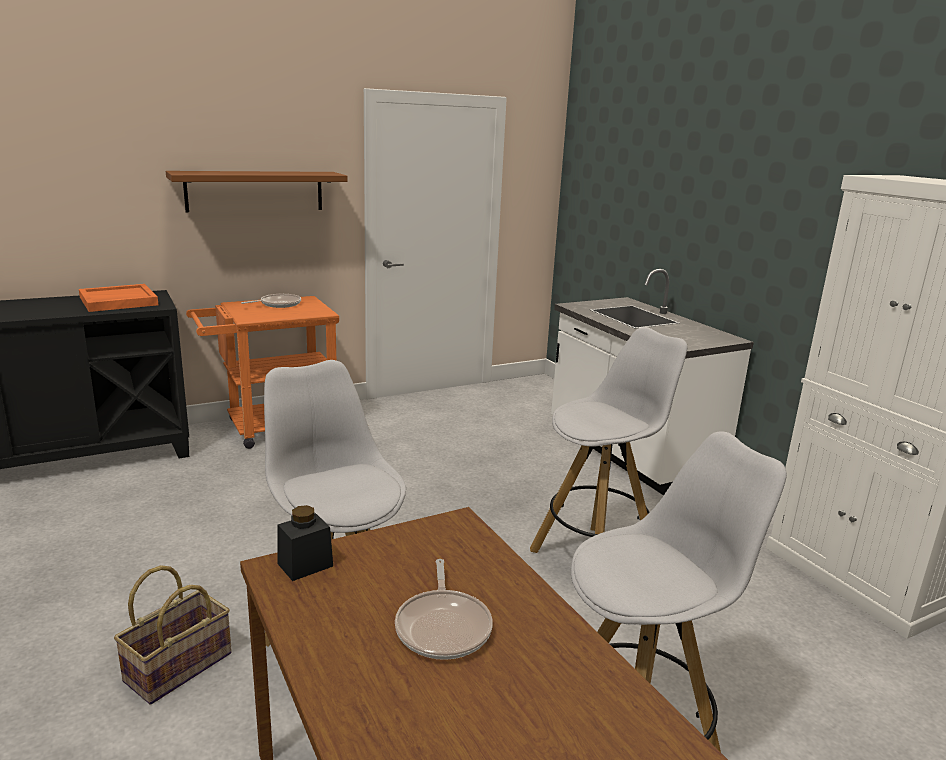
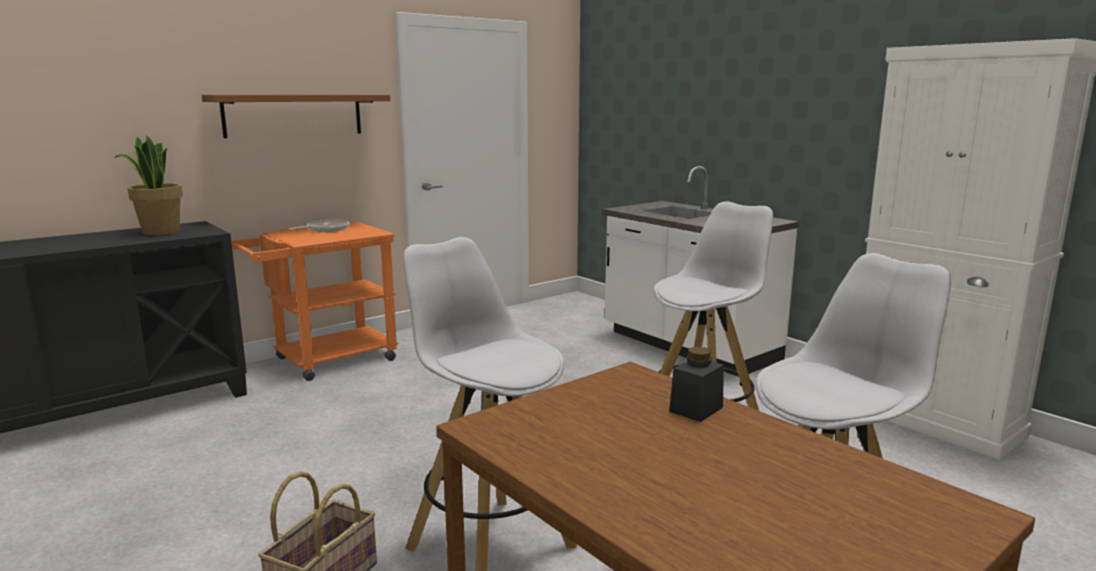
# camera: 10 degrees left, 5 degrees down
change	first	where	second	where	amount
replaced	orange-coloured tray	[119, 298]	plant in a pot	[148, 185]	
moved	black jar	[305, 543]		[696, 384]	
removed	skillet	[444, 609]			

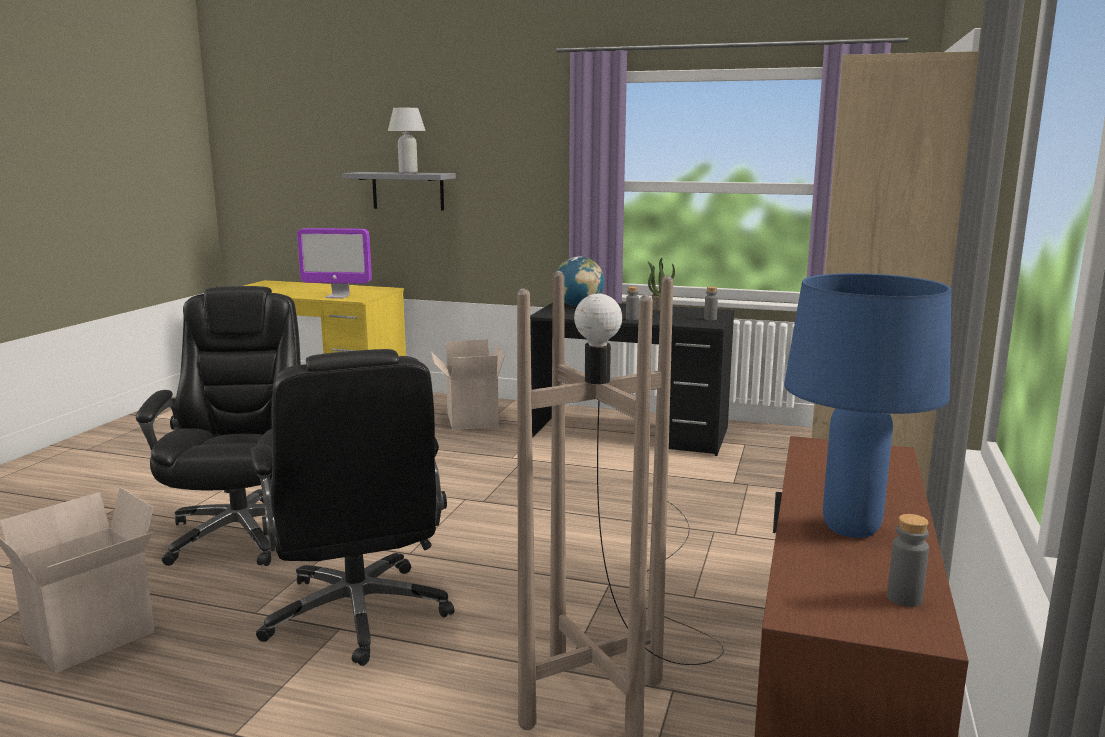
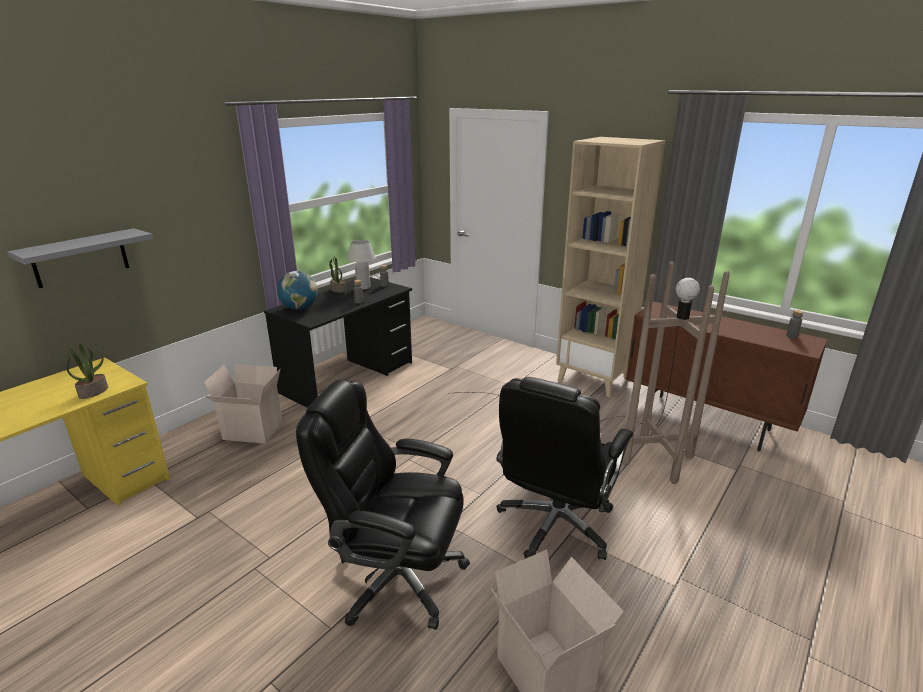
# camera: 70 degrees left, 10 degrees up
change	first	where	second	where	amount
turned	black computer chair	[352, 507]		[565, 468]	120 degrees clockwise
replaced	computer screen	[334, 263]	plant in a pot	[87, 371]	
moved	whitish table lamp	[407, 140]		[361, 265]	
removed	bluish table lamp	[867, 405]			

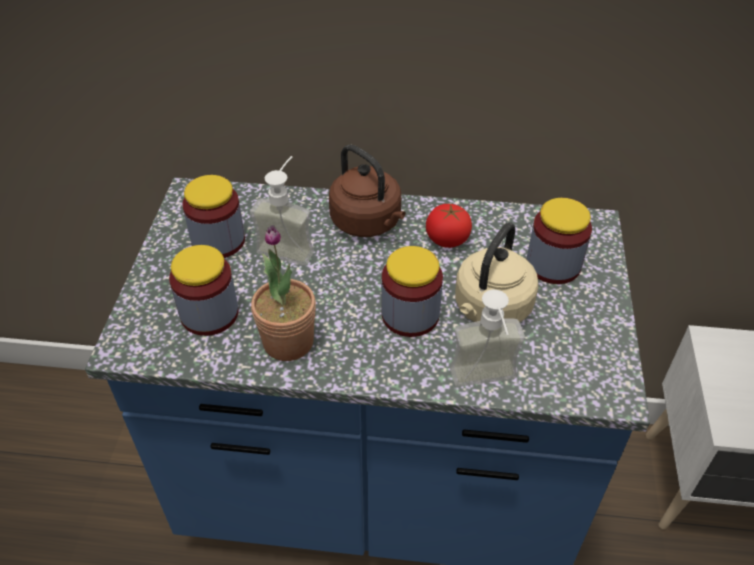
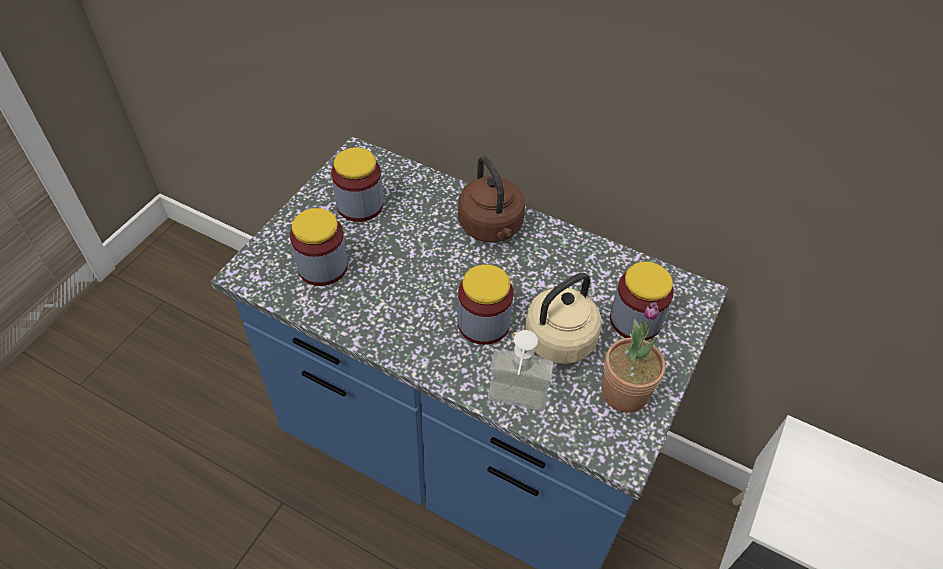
# camera: 20 degrees right, 5 degrees up
change	first	where	second	where	amount
removed	soap dispenser	[282, 211]			
moved	plant in a pot	[283, 293]		[633, 357]	
removed	fresh tomato	[449, 225]			

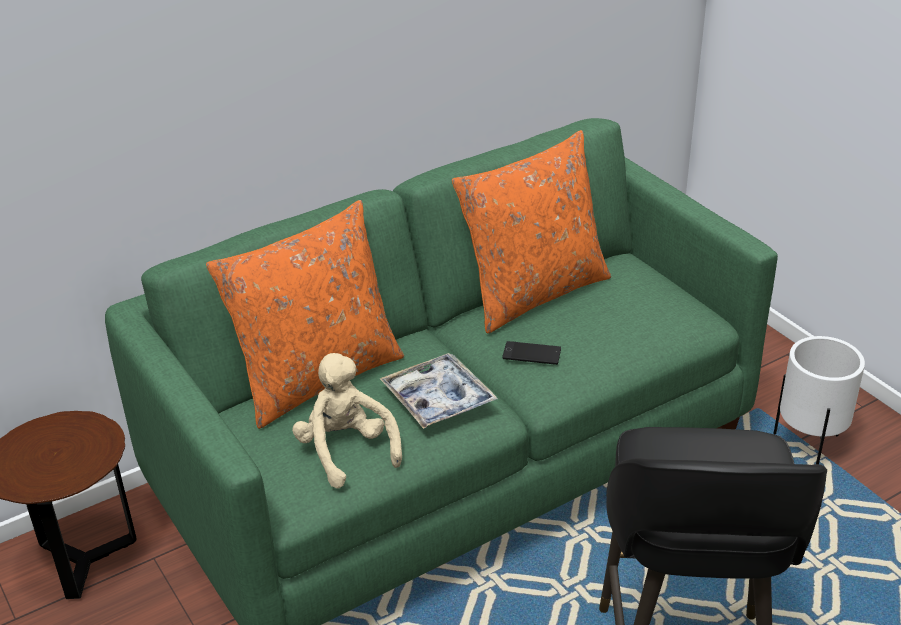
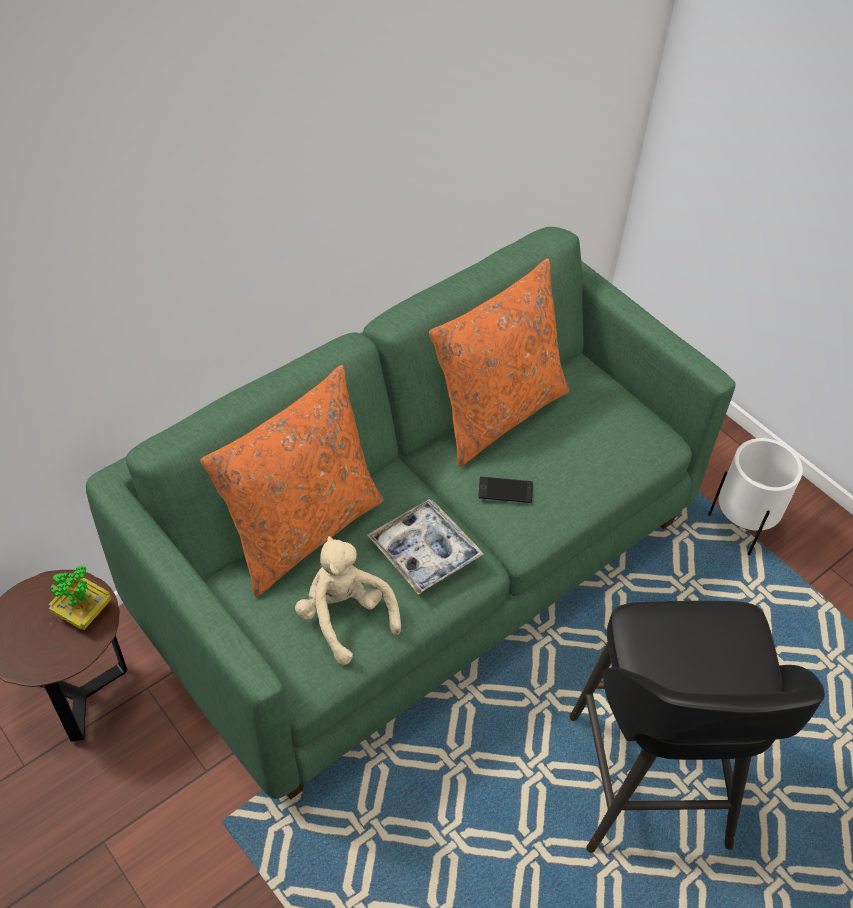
# camera: 10 degrees left, 15 degrees up
change	first	where	second	where	amount
added			plant in a pot	[79, 597]	

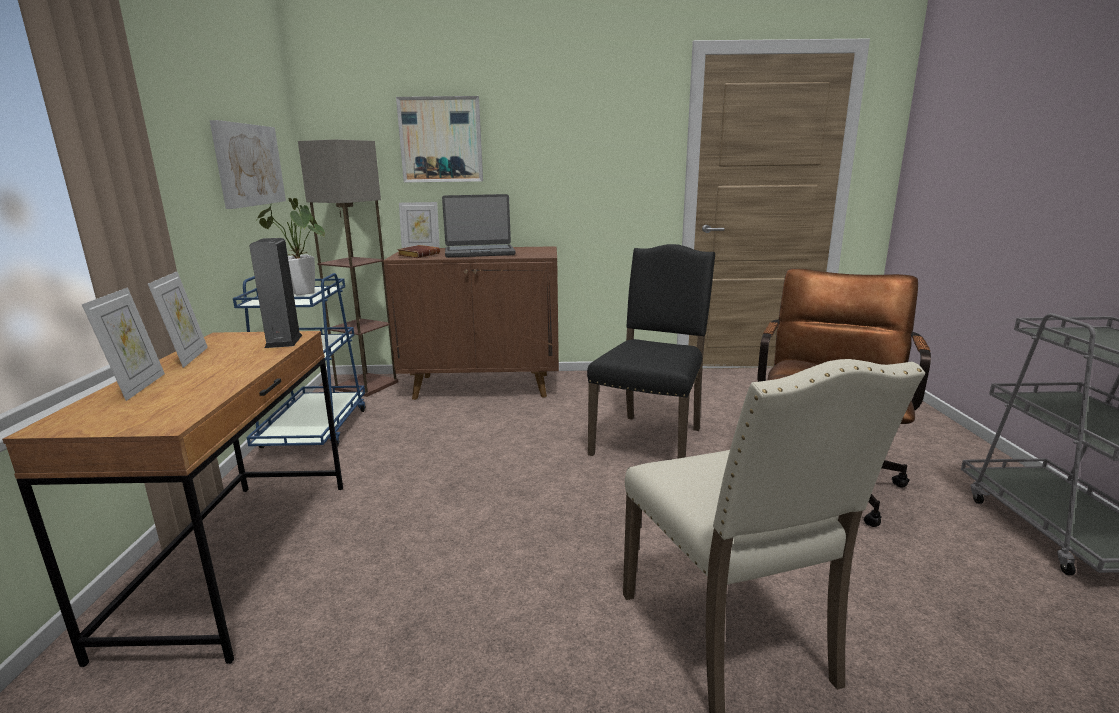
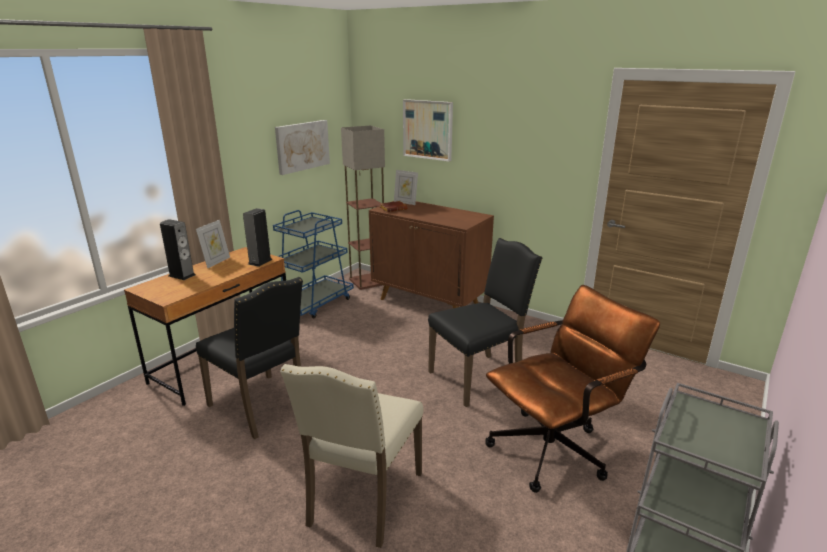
# camera: 35 degrees right, 5 degrees up
change	first	where	second	where	amount
replaced	picture frame	[123, 344]	speaker	[177, 249]	
removed	plant in a pot	[290, 247]			
removed	notebook computer	[479, 226]			
added			black upright chair	[249, 358]	

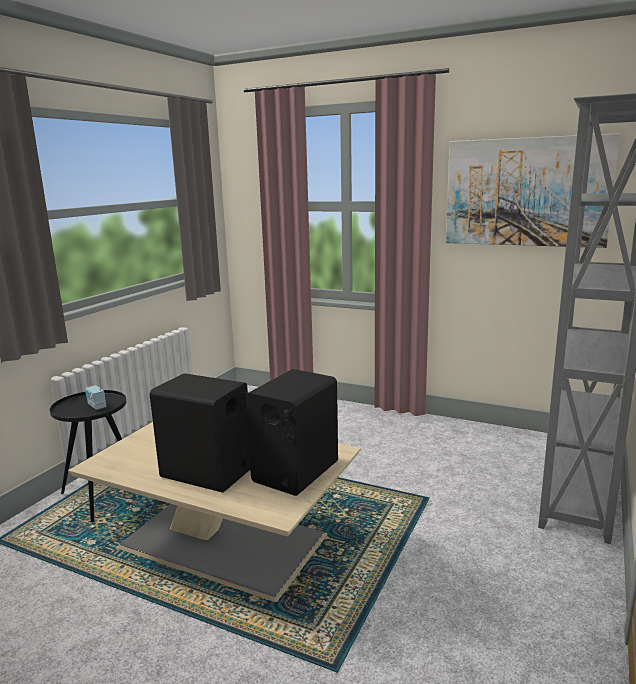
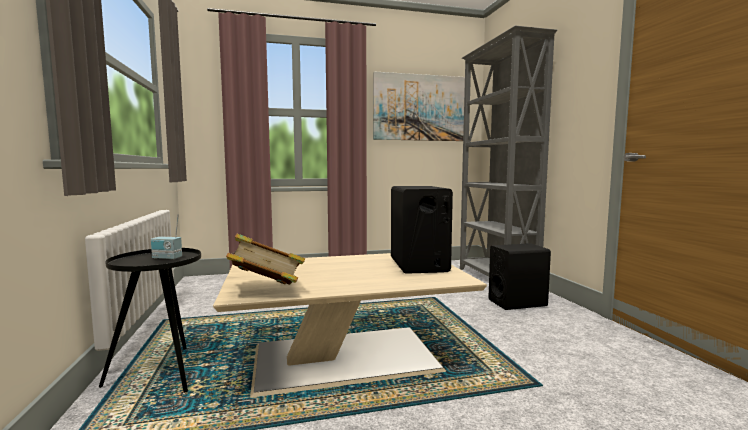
# camera: 40 degrees left, 10 degrees down
change	first	where	second	where	amount
moved	black speaker	[200, 433]		[520, 276]	
added			bound book	[265, 259]	

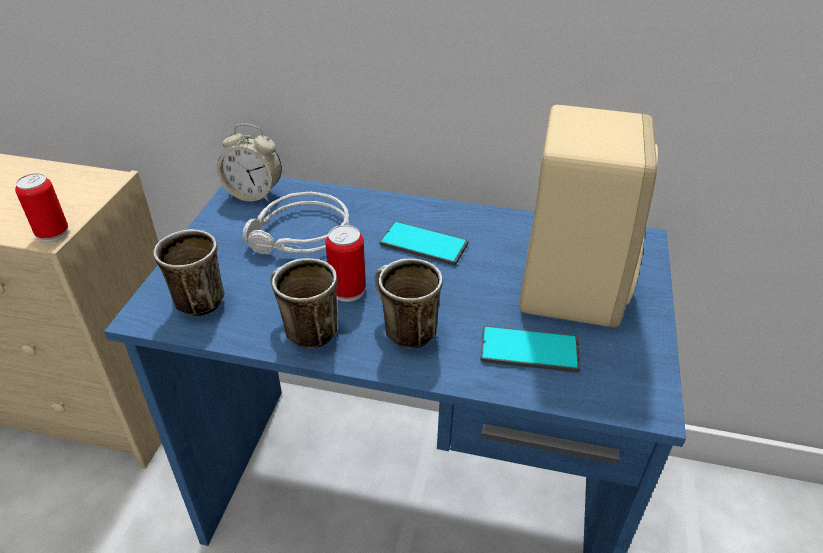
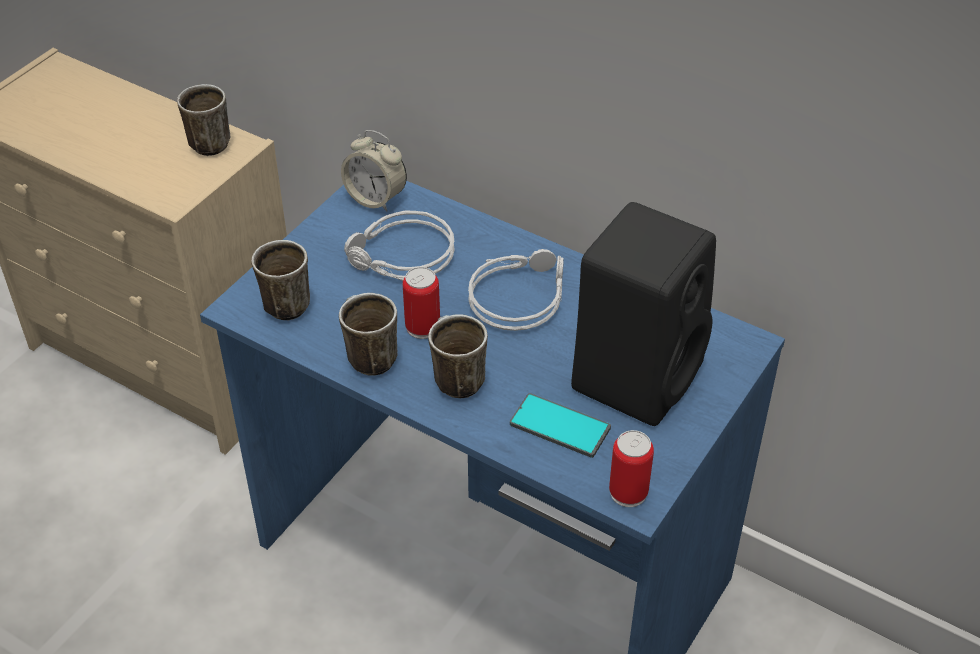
# camera: 20 degrees right, 5 degrees up
change	first	where	second	where	amount
moved	sealed can	[42, 207]		[631, 468]	
replaced	phone	[424, 243]	grey headset	[516, 290]	
recoloured	beige speaker	[588, 216]	black speaker	[643, 314]	
added			mug	[203, 120]	

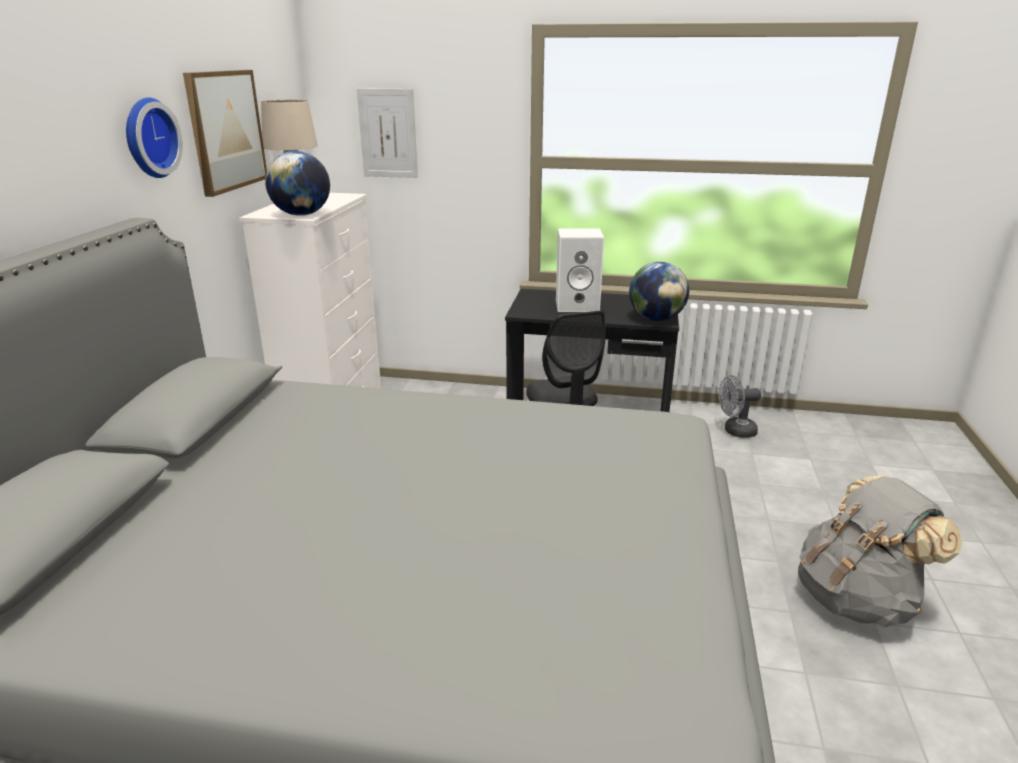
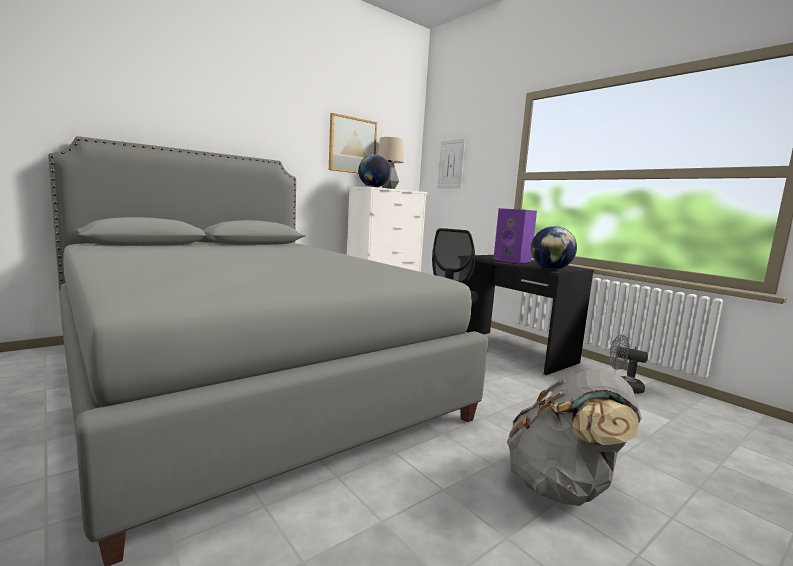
# camera: 40 degrees right, 15 degrees down
change	first	where	second	where	amount
removed	hanging clock	[154, 138]			
recoloured	whitish speaker	[580, 270]	purple-coloured speaker	[515, 235]	

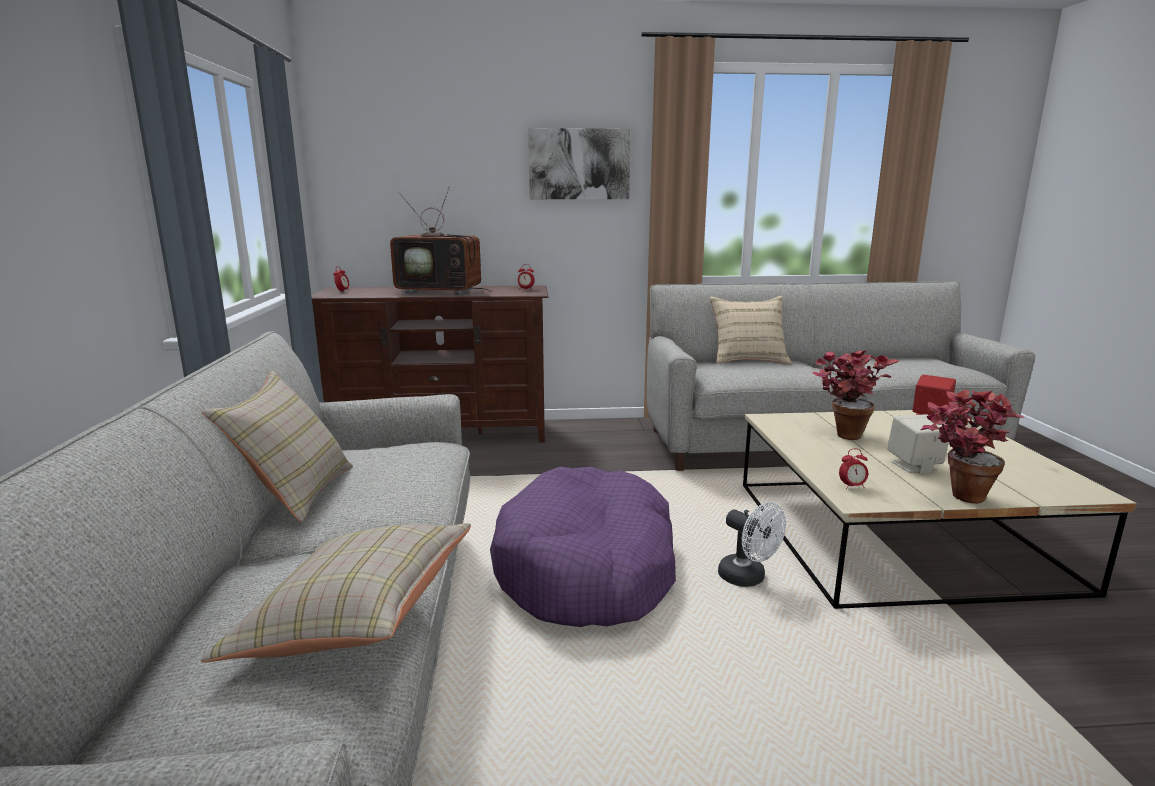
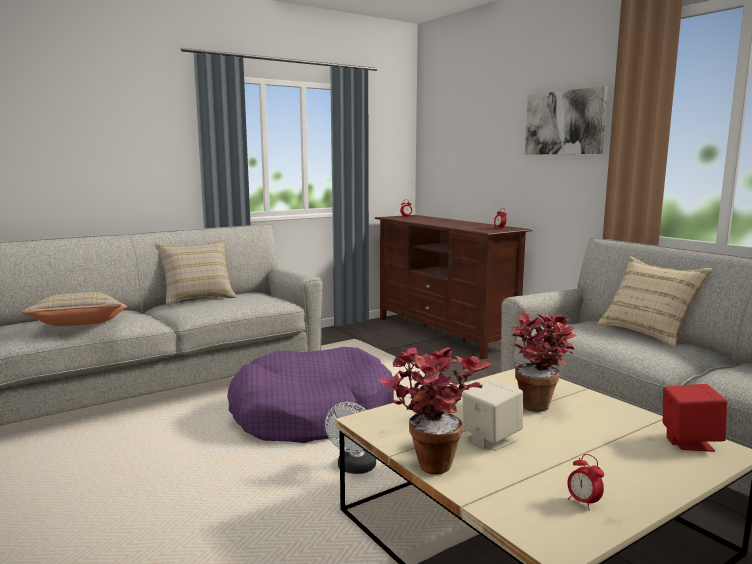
# camera: 60 degrees right, 5 degrees down
change	first	where	second	where	amount
removed	television	[441, 240]			
moved	table clock	[853, 468]		[585, 482]	

